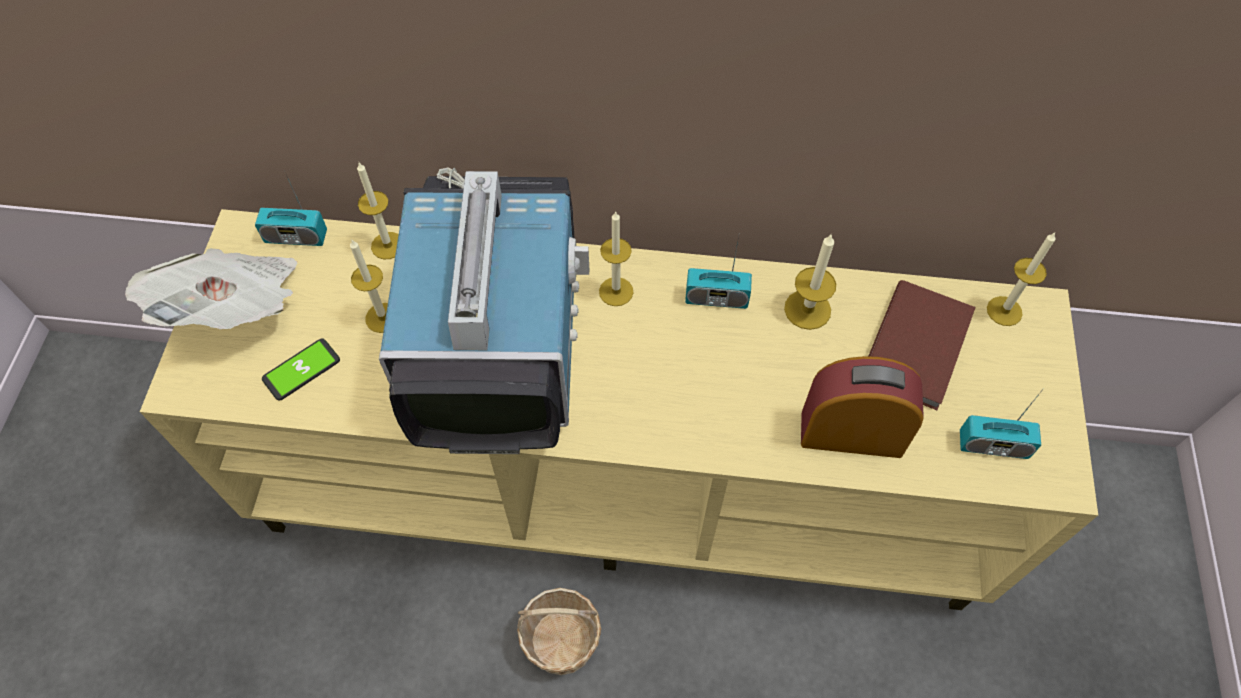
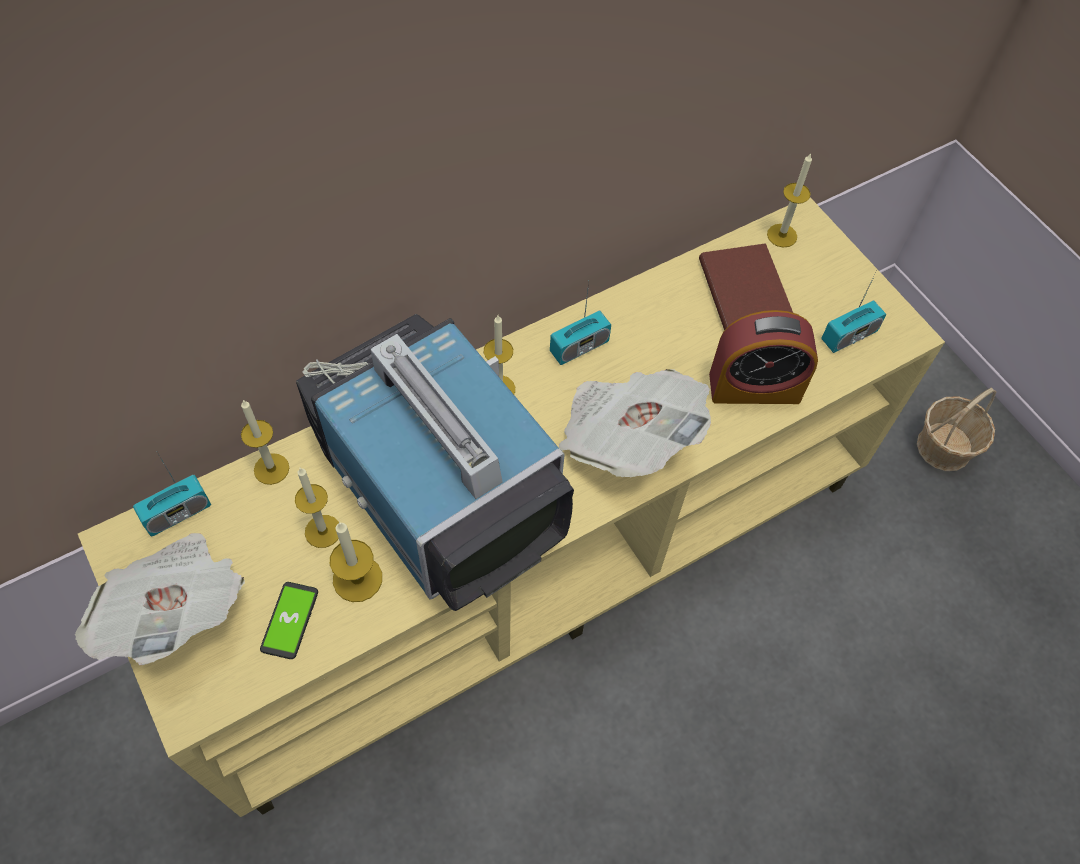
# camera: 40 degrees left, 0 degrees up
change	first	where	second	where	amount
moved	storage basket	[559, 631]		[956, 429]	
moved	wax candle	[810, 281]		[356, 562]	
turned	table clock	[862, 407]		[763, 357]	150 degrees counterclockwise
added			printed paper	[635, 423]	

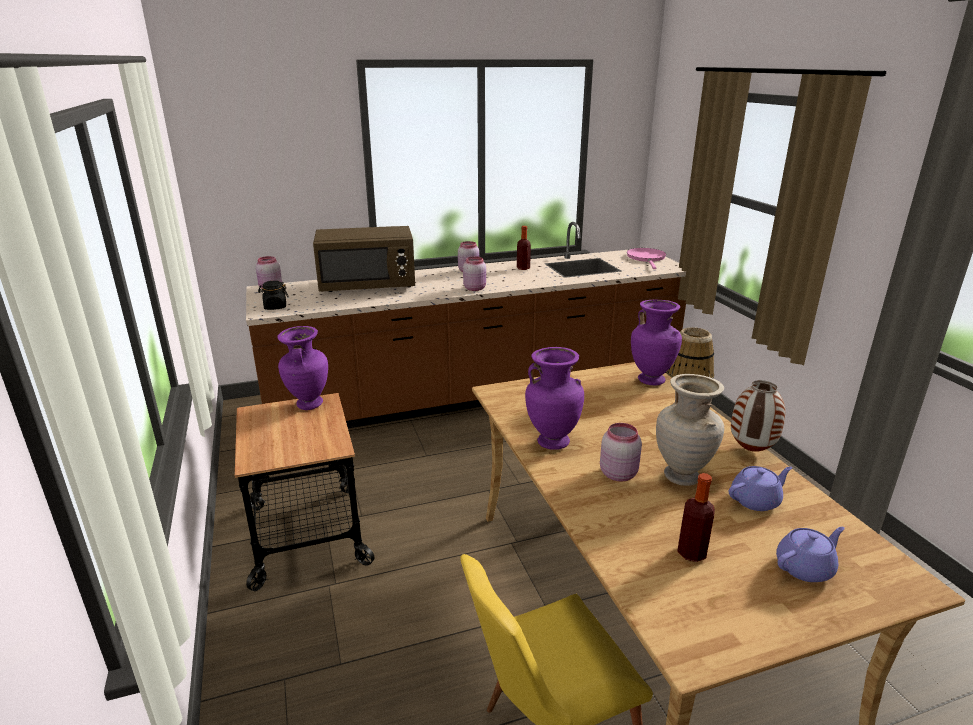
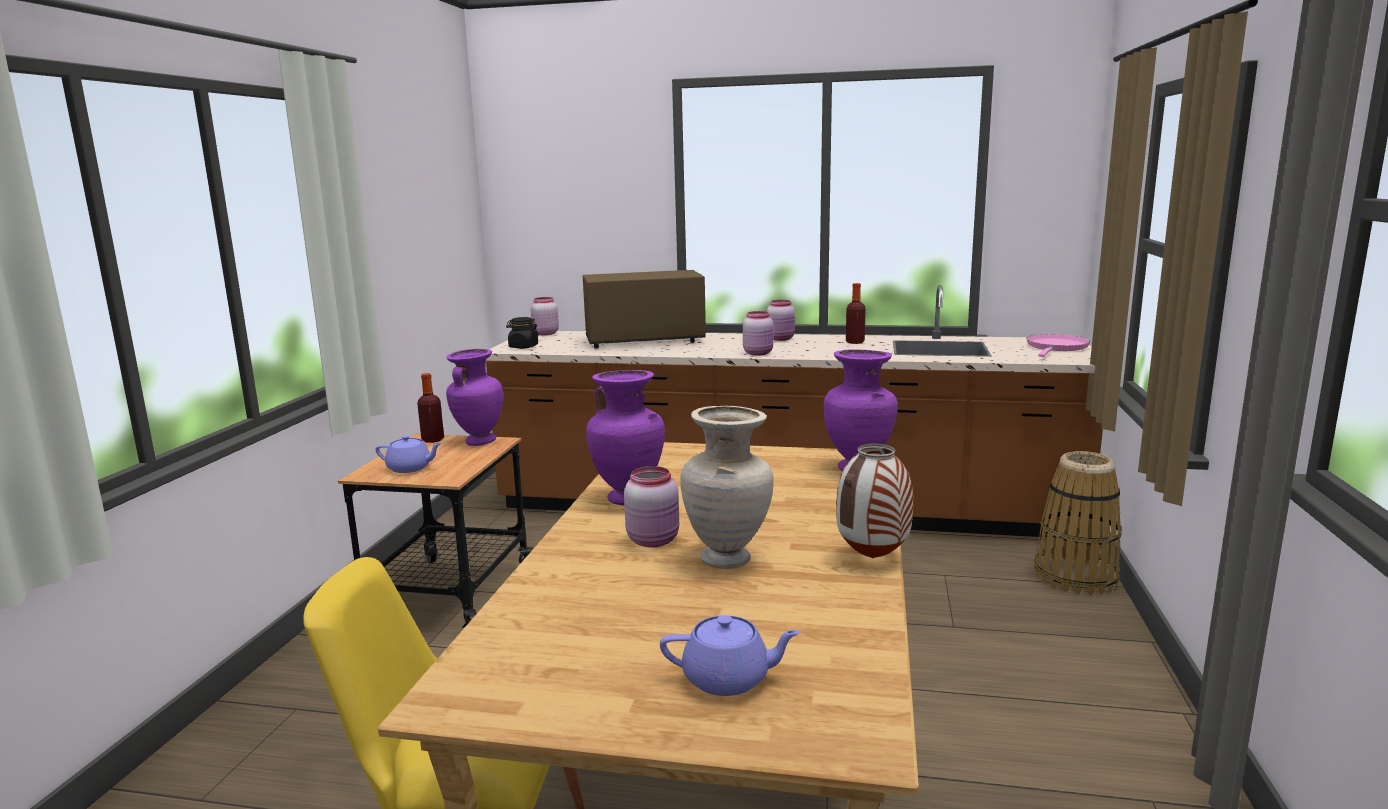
# camera: 30 degrees right, 10 degrees down
change	first	where	second	where	amount
turned	brown-coloured kitchen microwave	[364, 259]		[644, 309]	150 degrees clockwise
moved	bottle	[696, 517]		[430, 408]	
moved	purple-coloured tea pot	[761, 488]		[408, 454]	

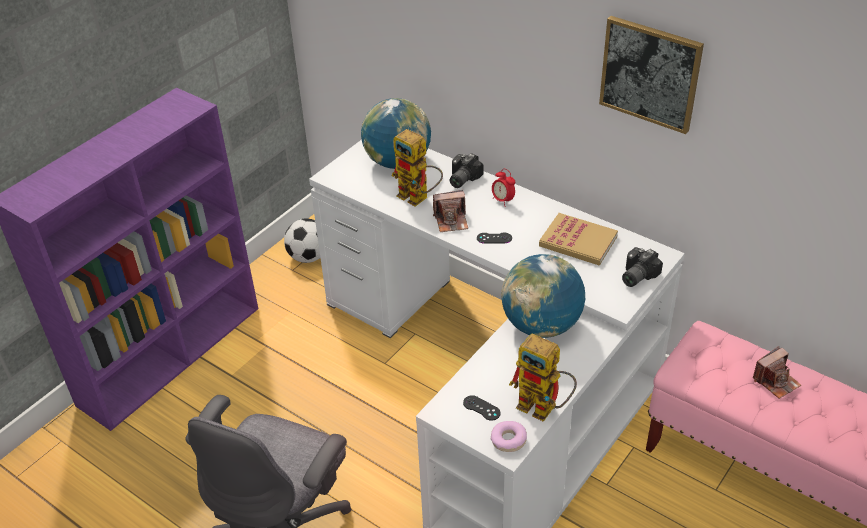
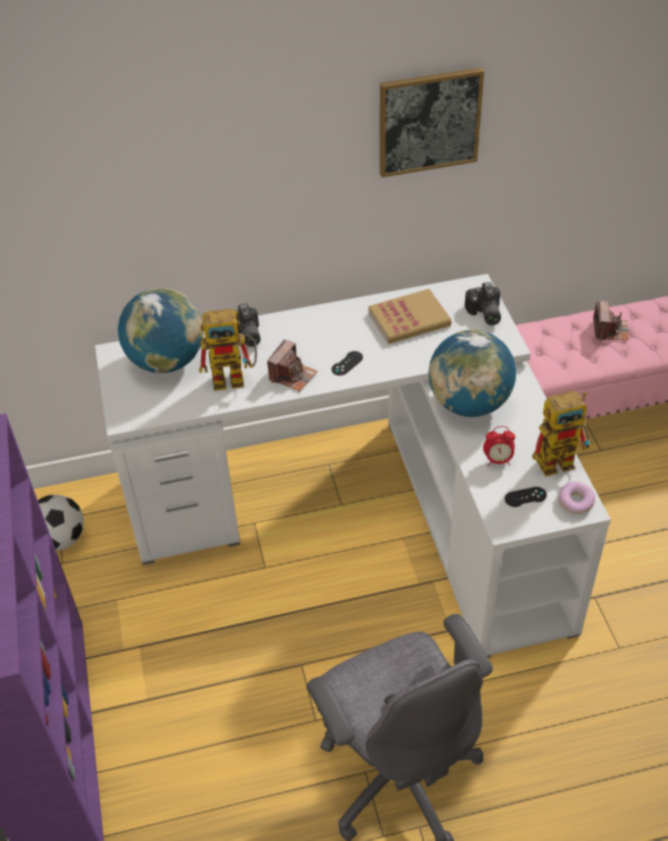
# camera: 50 degrees left, 5 degrees up
change	first	where	second	where	amount
moved	table clock	[503, 187]		[499, 446]	

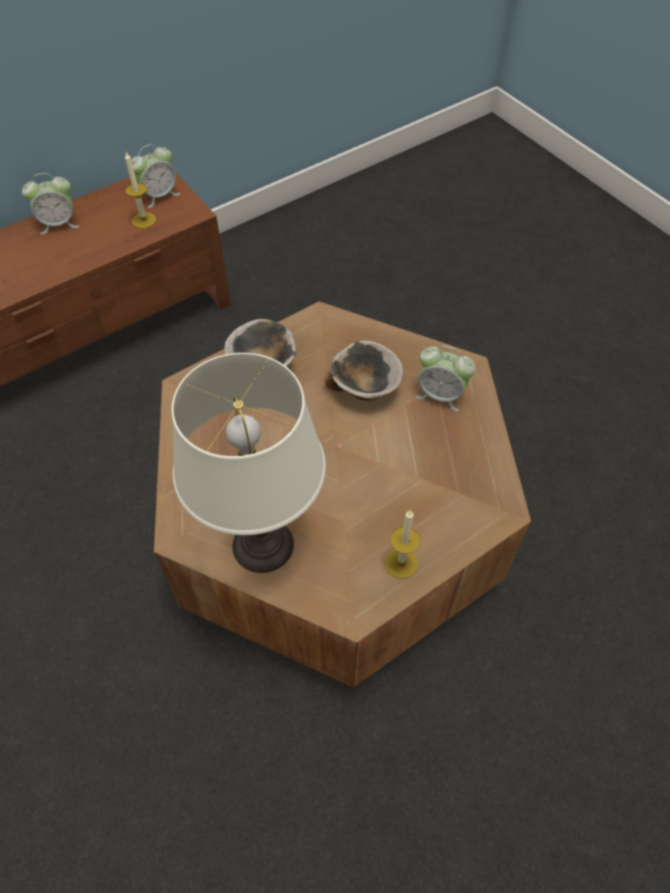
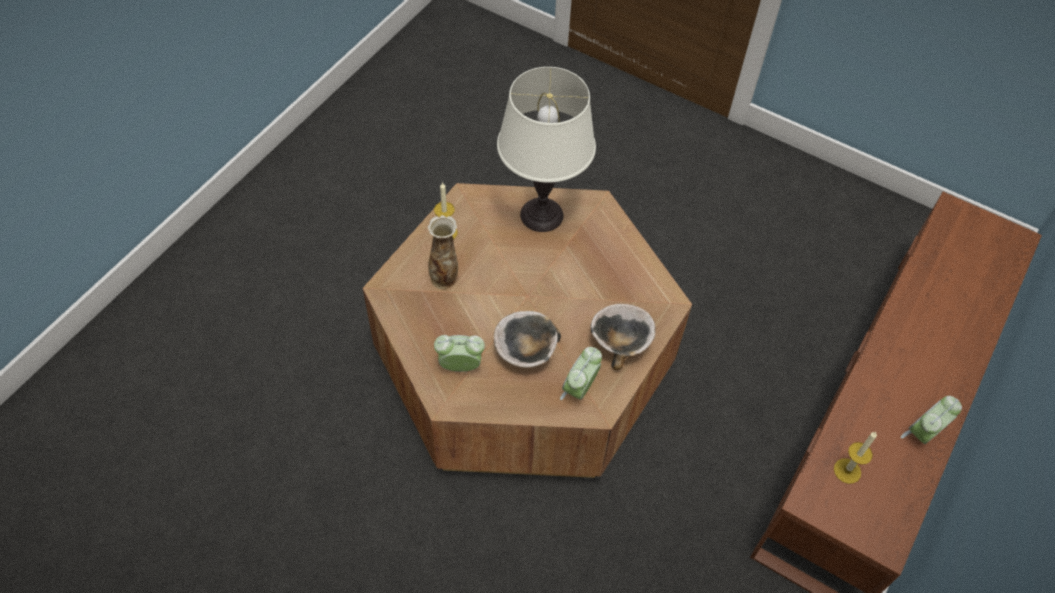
# camera: 155 degrees right, 0 degrees up
change	first	where	second	where	amount
moved	table clock	[155, 176]		[581, 373]	
added			decorative vase	[442, 252]	

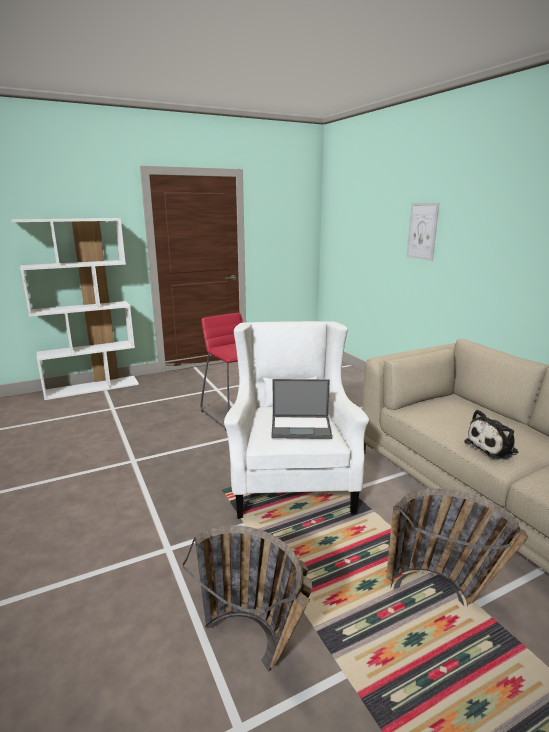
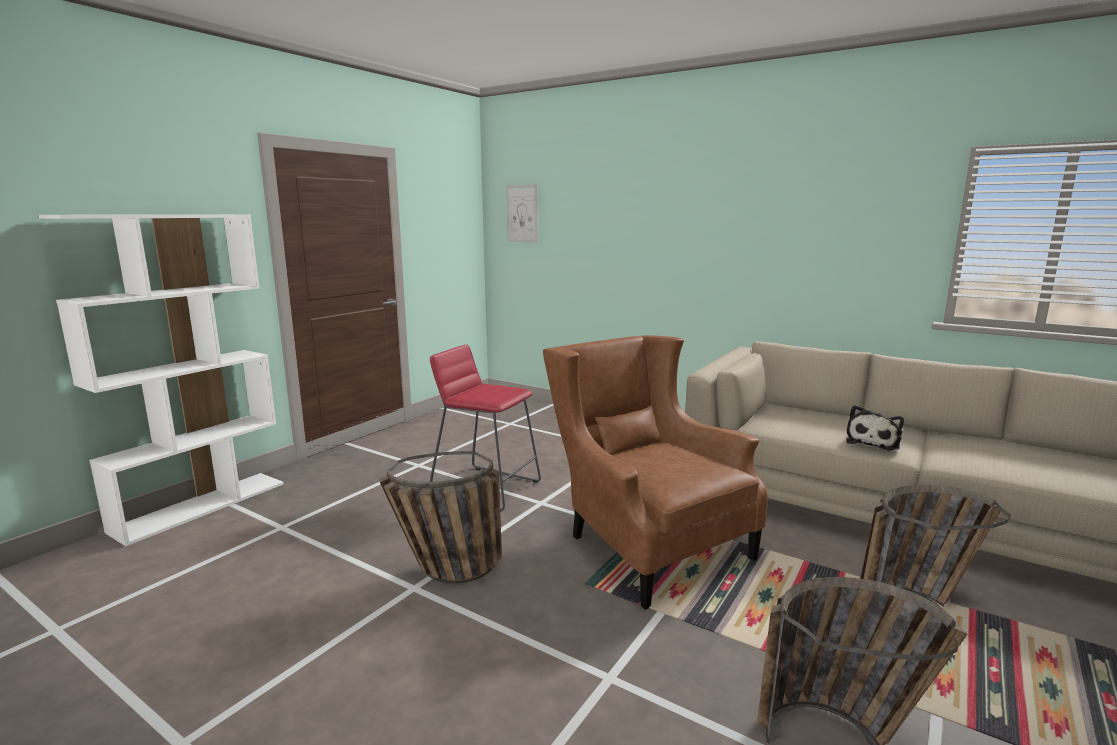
# camera: 30 degrees left, 5 degrees down
change	first	where	second	where	amount
recoloured	whitish easy chair	[296, 420]	brown-coloured easy chair	[655, 472]	
removed	notebook computer	[301, 409]			
moved	wall art	[422, 232]		[522, 213]	
added			storage basket	[440, 517]	

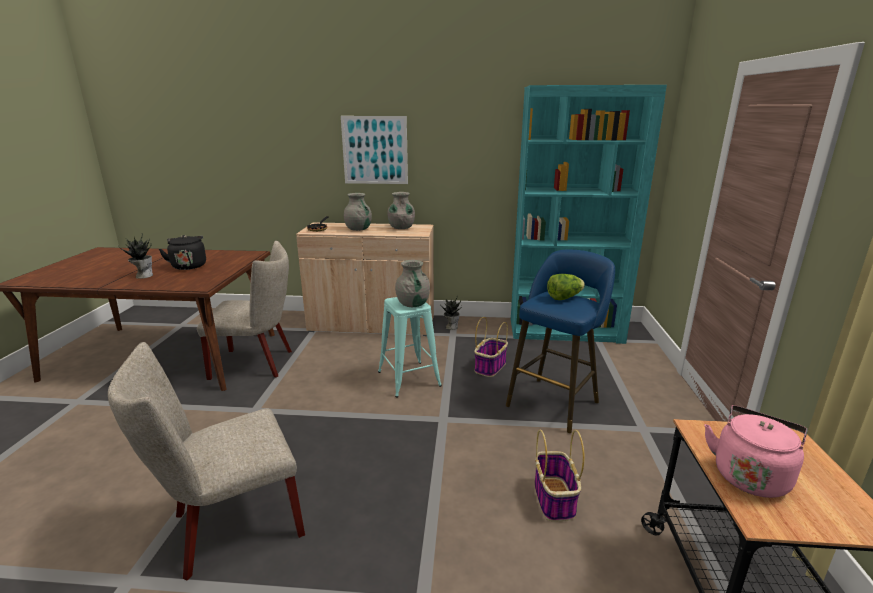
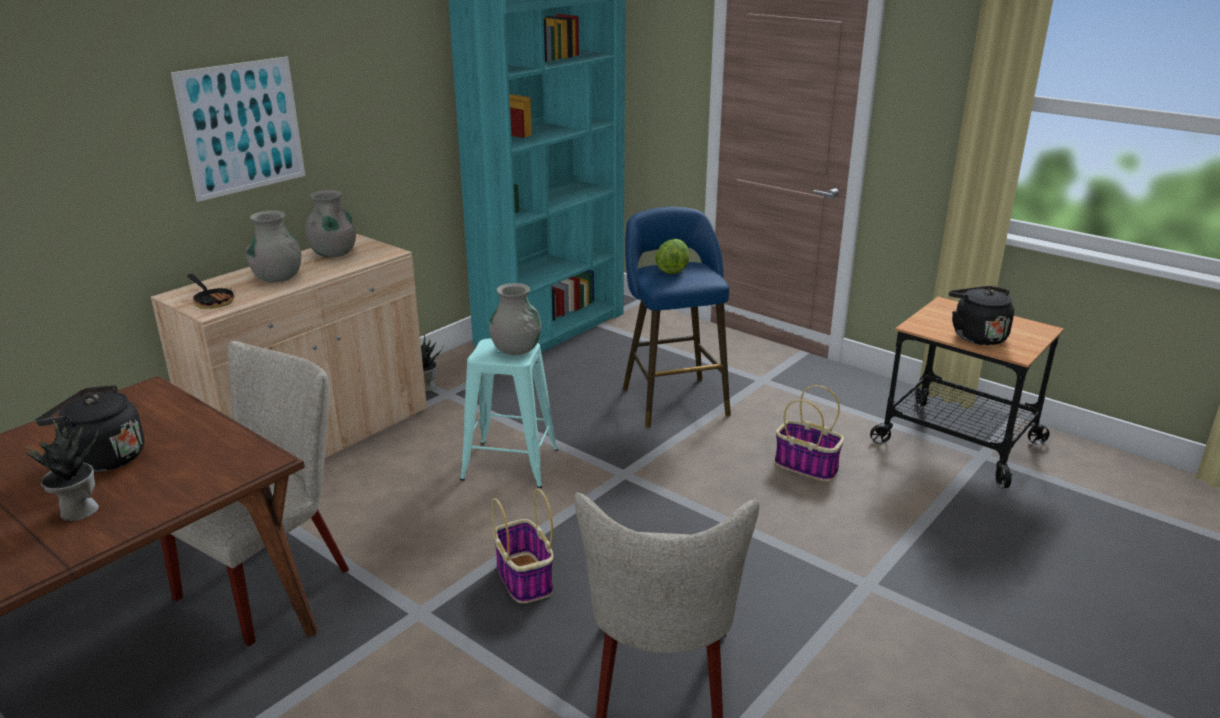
# camera: 55 degrees left, 5 degrees up
change	first	where	second	where	amount
moved	storage basket	[491, 347]		[522, 545]	
recoloured	pink kettle	[756, 451]	black kettle	[981, 315]	

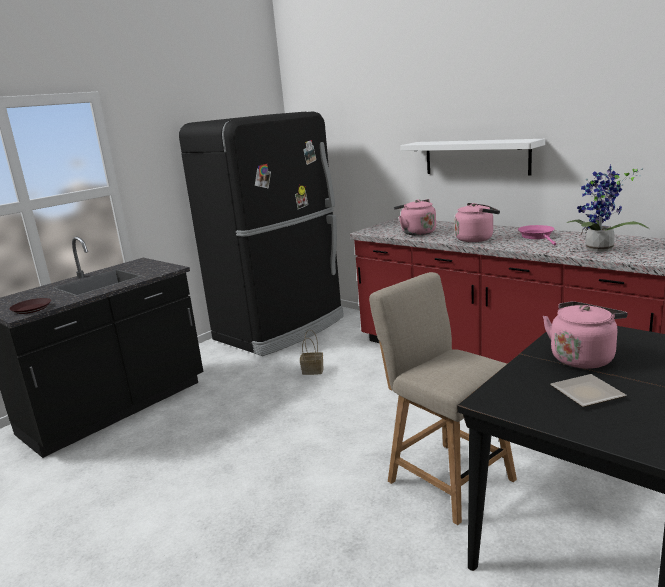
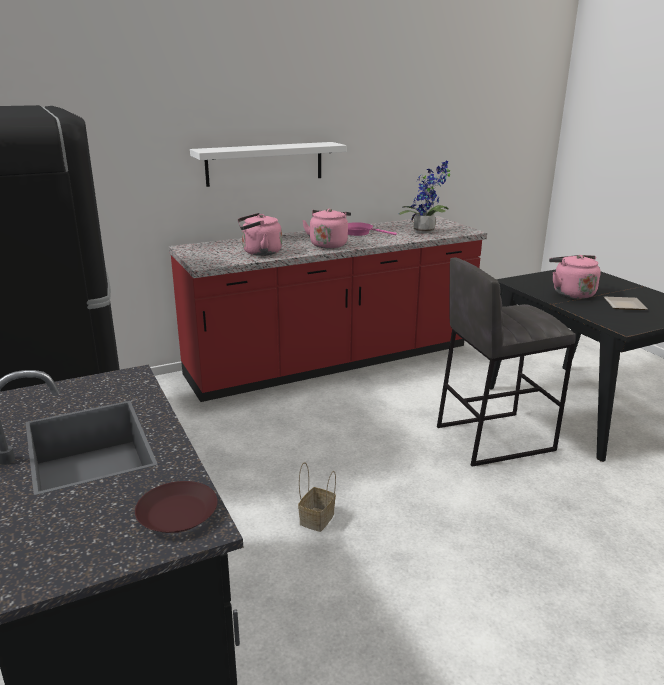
# camera: 70 degrees left, 5 degrees up
change	first	where	second	where	amount
moved	storage basket	[312, 352]		[317, 497]	
replaced	beige upright chair	[443, 398]	grey stool	[506, 362]	

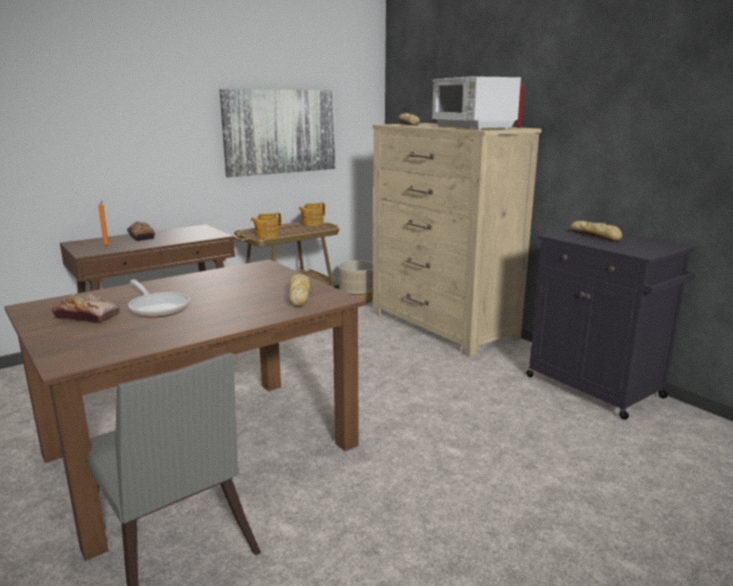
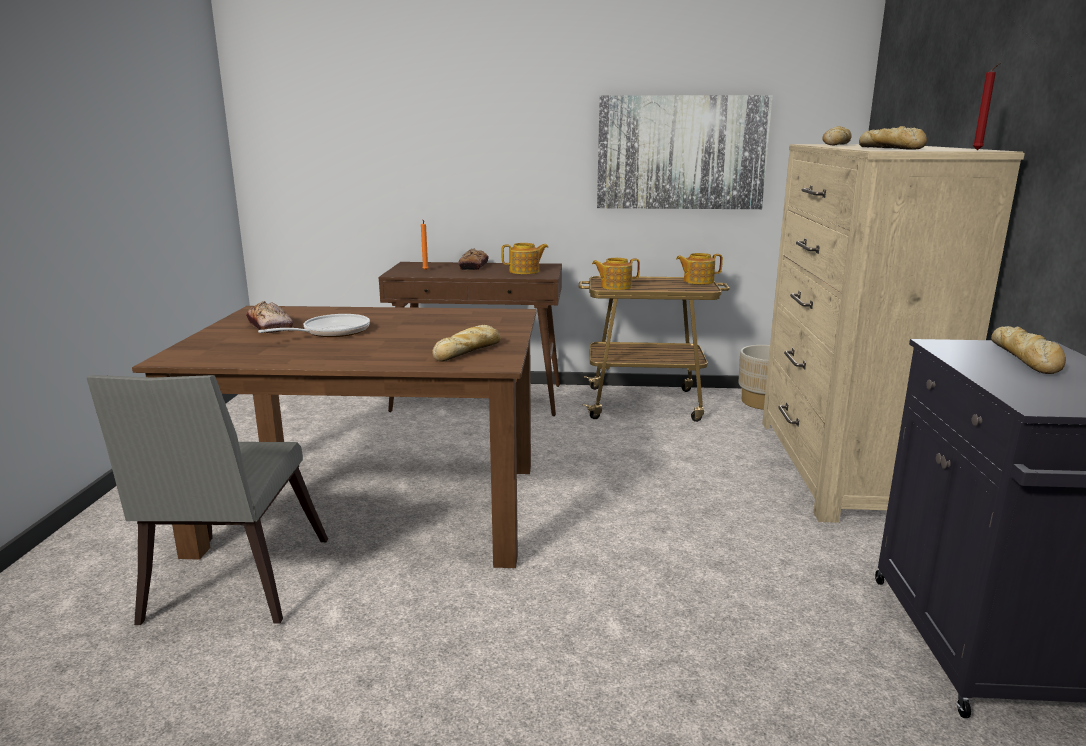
# camera: 40 degrees right, 0 degrees up
change	first	where	second	where	amount
turned	skillet	[159, 298]		[314, 325]	135 degrees counterclockwise
replaced	whitish kitchen microwave	[476, 103]	baked bread	[893, 138]	
added			tea pot	[524, 258]	

